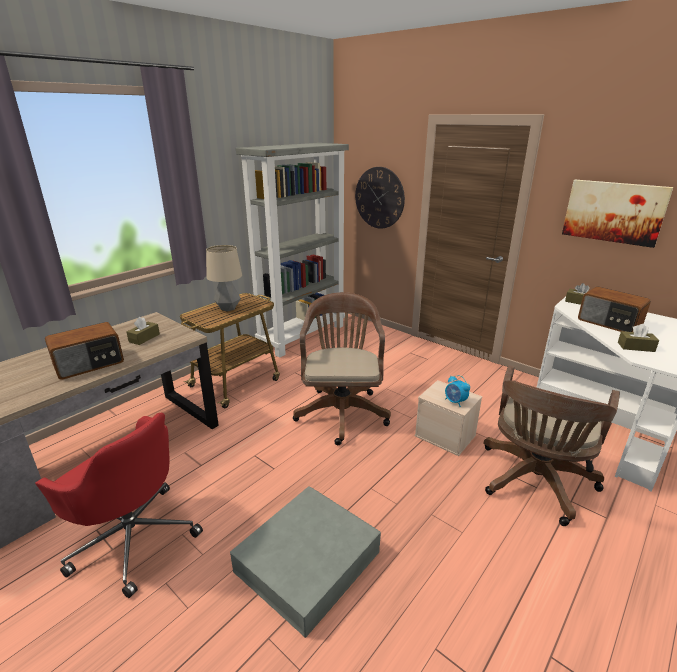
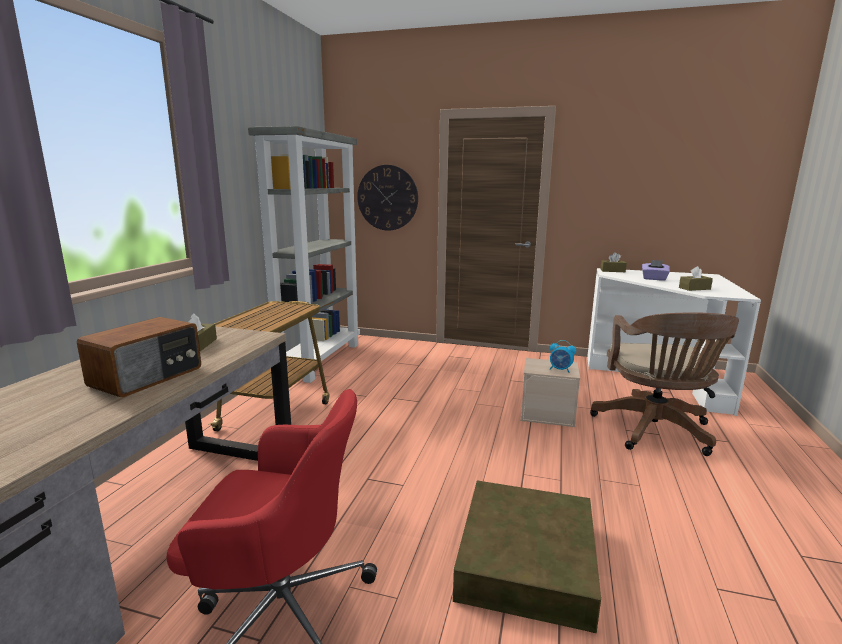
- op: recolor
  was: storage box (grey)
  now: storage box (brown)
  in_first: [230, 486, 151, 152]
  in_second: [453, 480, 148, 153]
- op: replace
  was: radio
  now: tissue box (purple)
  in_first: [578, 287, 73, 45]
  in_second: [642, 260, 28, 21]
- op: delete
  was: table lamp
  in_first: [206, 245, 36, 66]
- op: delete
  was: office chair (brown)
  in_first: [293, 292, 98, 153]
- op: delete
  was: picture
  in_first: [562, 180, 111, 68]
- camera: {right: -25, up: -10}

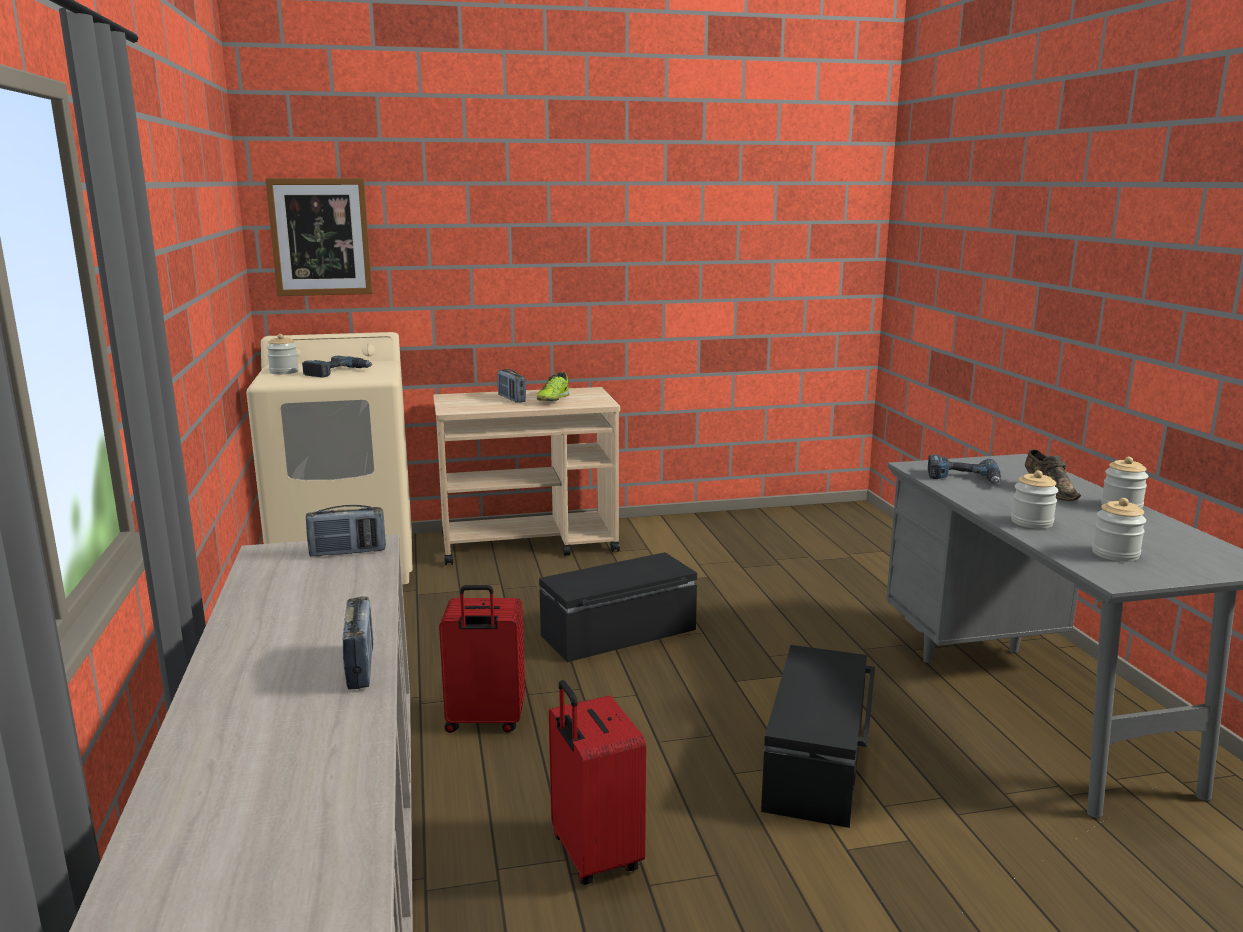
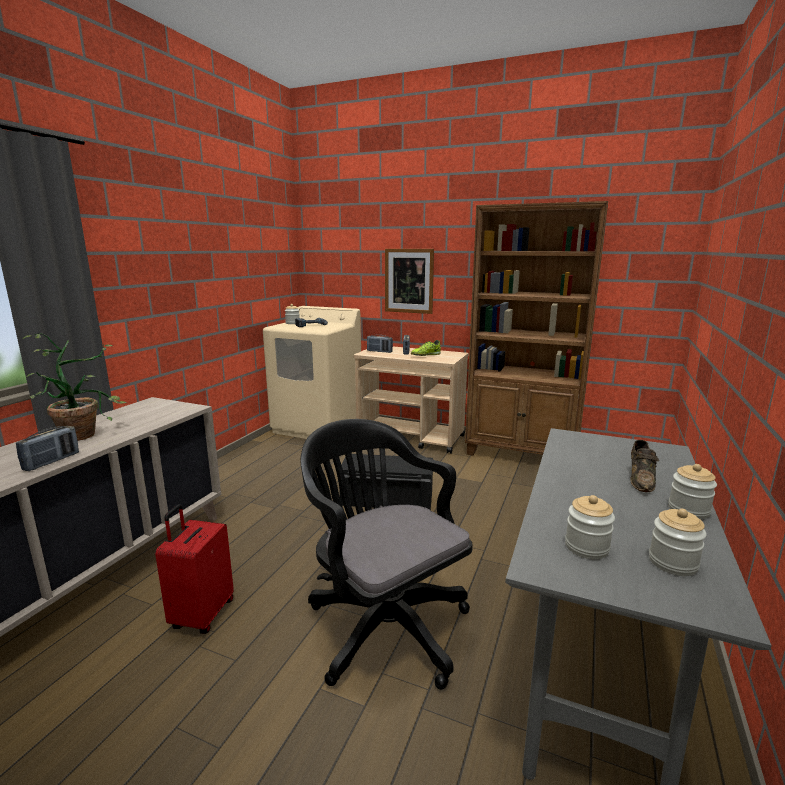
- op: insert
  now: potted plant
  in_second: [22, 333, 104, 108]
- op: replace
  was: storage box (black)
  now: office chair (black)
  in_first: [761, 645, 114, 183]
  in_second: [300, 419, 173, 271]
- op: move
  was: radio
  in_first: [306, 505, 80, 52]
  in_second: [367, 335, 26, 18]
- op: move
  was: picture
  in_first: [265, 178, 108, 118]
  in_second: [385, 249, 49, 65]
- op: insert
  now: bookcase (brown)
  in_second: [465, 201, 143, 254]
- op: move
  was: jar
  in_first: [1011, 470, 47, 59]
  in_second: [649, 509, 58, 67]
- op: delete
  was: suitcase (red)
  in_first: [439, 585, 86, 148]
- op: delete
  was: power drill
  in_first: [928, 454, 73, 30]
- camera: {right: 35, up: 0}

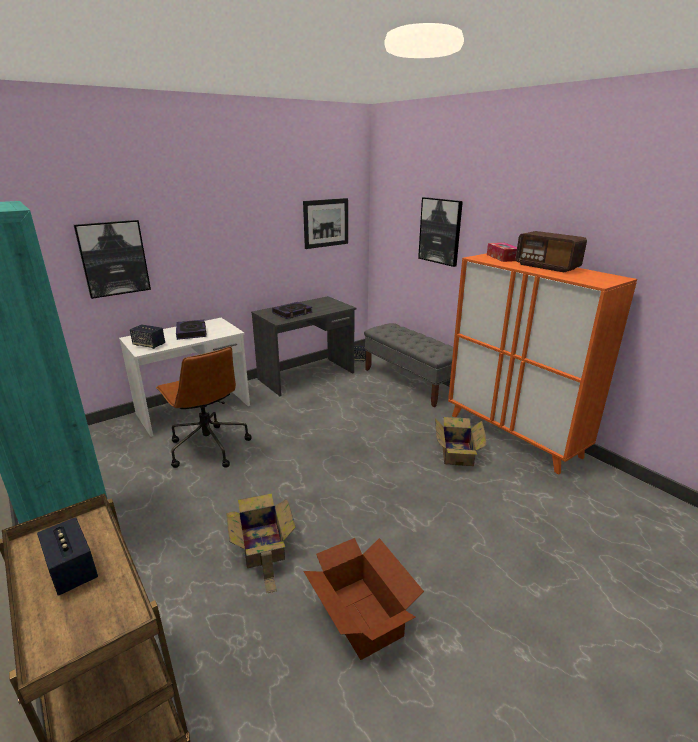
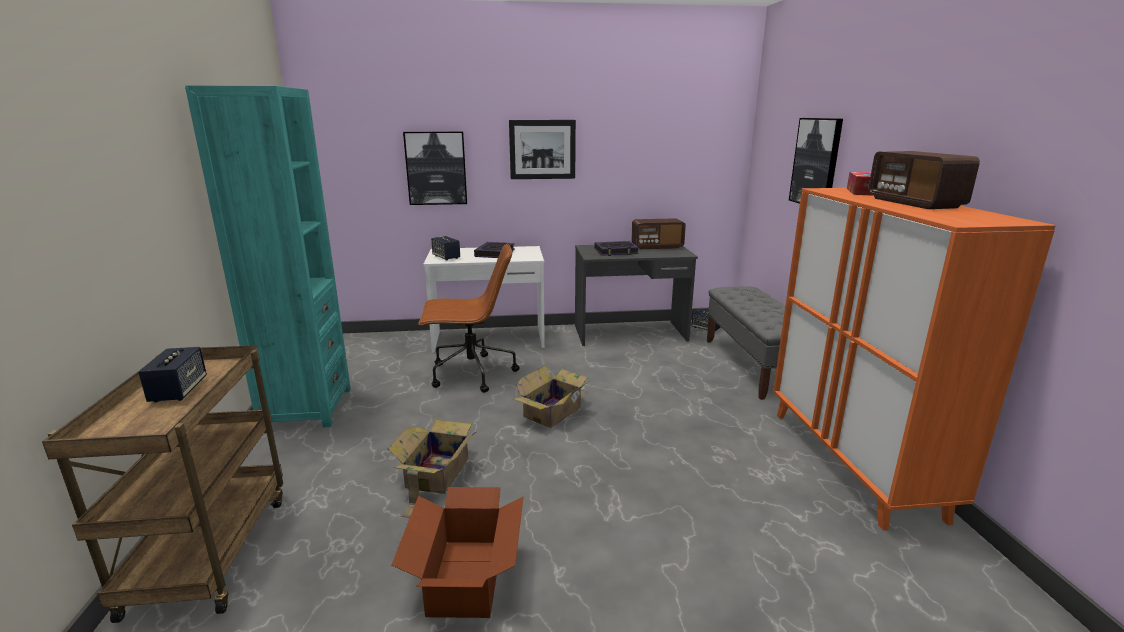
- op: rotate
  was: office chair (brown)
  in_first: [156, 347, 96, 121]
  in_second: [418, 243, 101, 150]
  clockwise: -90
- op: move
  was: picture
  in_first: [303, 198, 45, 51]
  in_second: [509, 120, 67, 59]
- op: move
  was: cardboard box
  in_first: [435, 417, 52, 49]
  in_second: [514, 365, 75, 63]
- op: insert
  now: radio
  in_second: [631, 218, 55, 31]
- camera: {right: 30, up: -5}

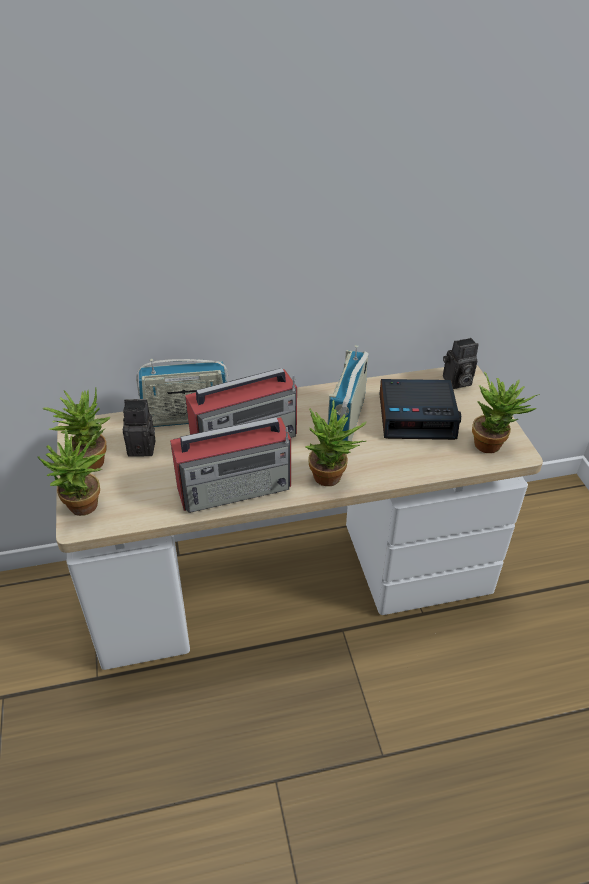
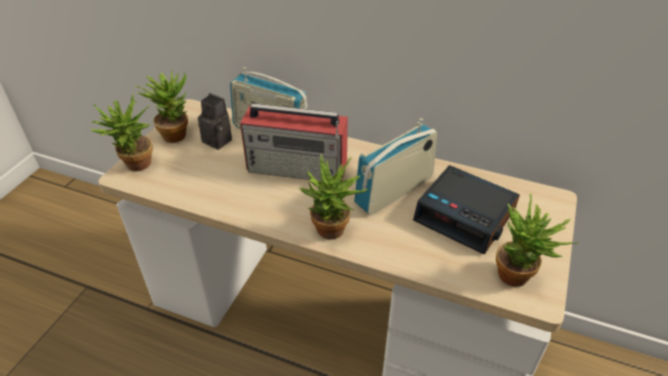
- op: delete
  was: radio
  in_first: [170, 417, 121, 96]
- op: delete
  was: photo camera
  in_first: [443, 338, 36, 51]
- camera: {right: 35, up: 0}

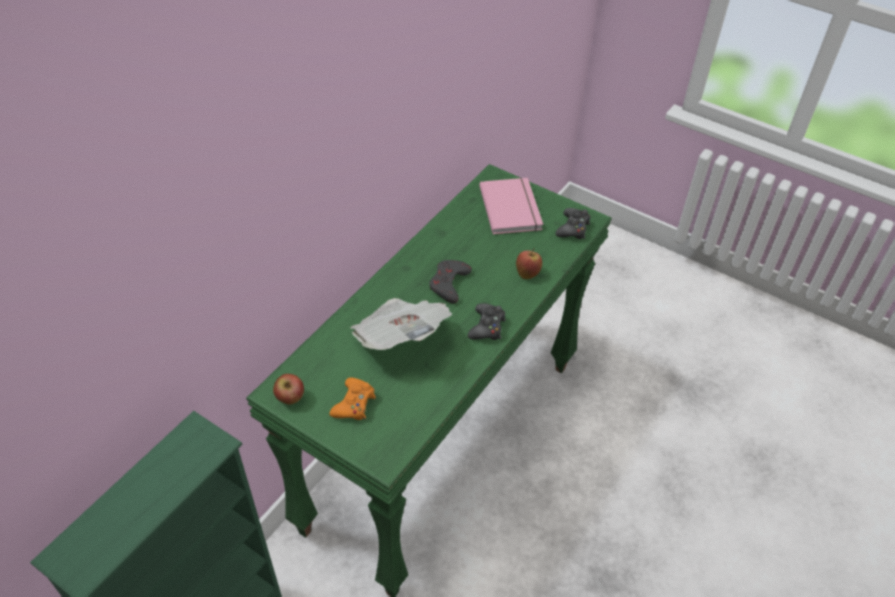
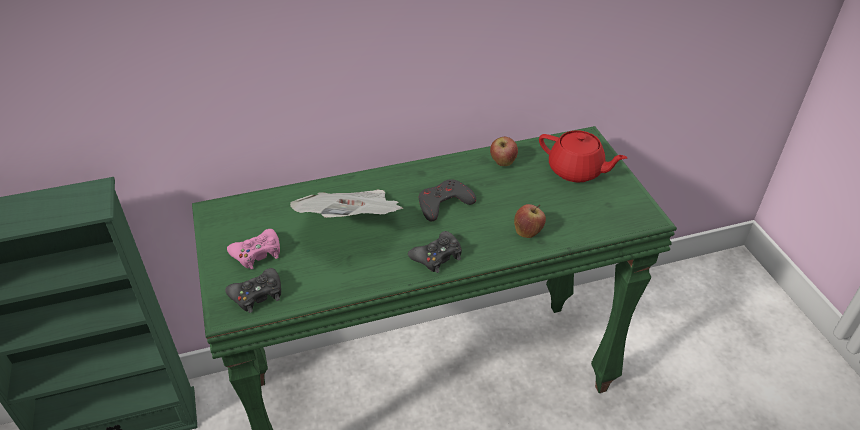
- op: move
  was: game controller (black)
  in_first: [555, 208, 35, 31]
  in_second: [225, 268, 56, 45]
- op: recolor
  was: game controller (orange)
  now: game controller (pink)
  in_first: [329, 378, 47, 42]
  in_second: [227, 229, 53, 41]
- op: move
  was: apple
  in_first: [273, 374, 31, 30]
  in_second: [490, 137, 28, 29]
- op: replace
  was: book (pink)
  now: teapot (red)
  in_first: [479, 178, 64, 56]
  in_second: [539, 130, 88, 53]
- camera: {right: 40, up: -5}

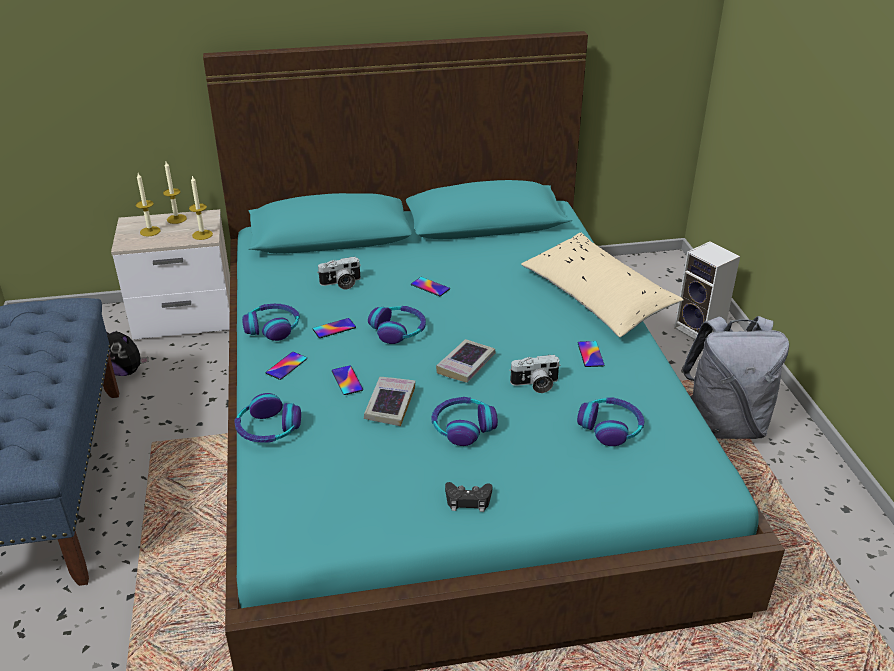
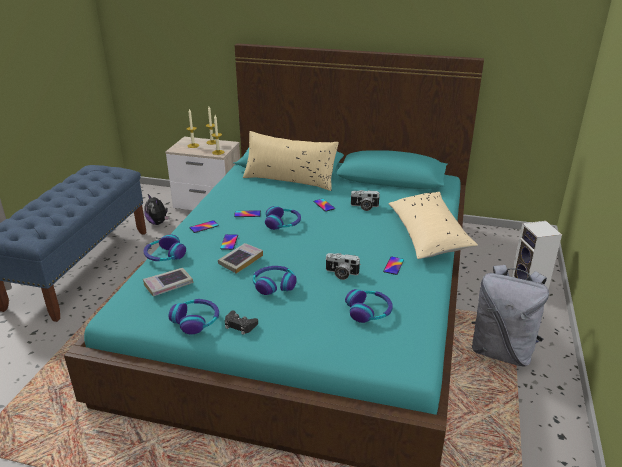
- op: move
  was: book
  in_first: [436, 339, 59, 44]
  in_second: [143, 268, 50, 28]
- op: move
  was: headphones
  in_first: [242, 304, 58, 37]
  in_second: [169, 299, 50, 36]
- op: insert
  now: pillow (beige)
  in_second: [243, 131, 96, 60]
- op: move
  was: photo camera
  in_first: [318, 257, 43, 33]
  in_second: [350, 190, 30, 21]
- camera: {right: 25, up: -5}

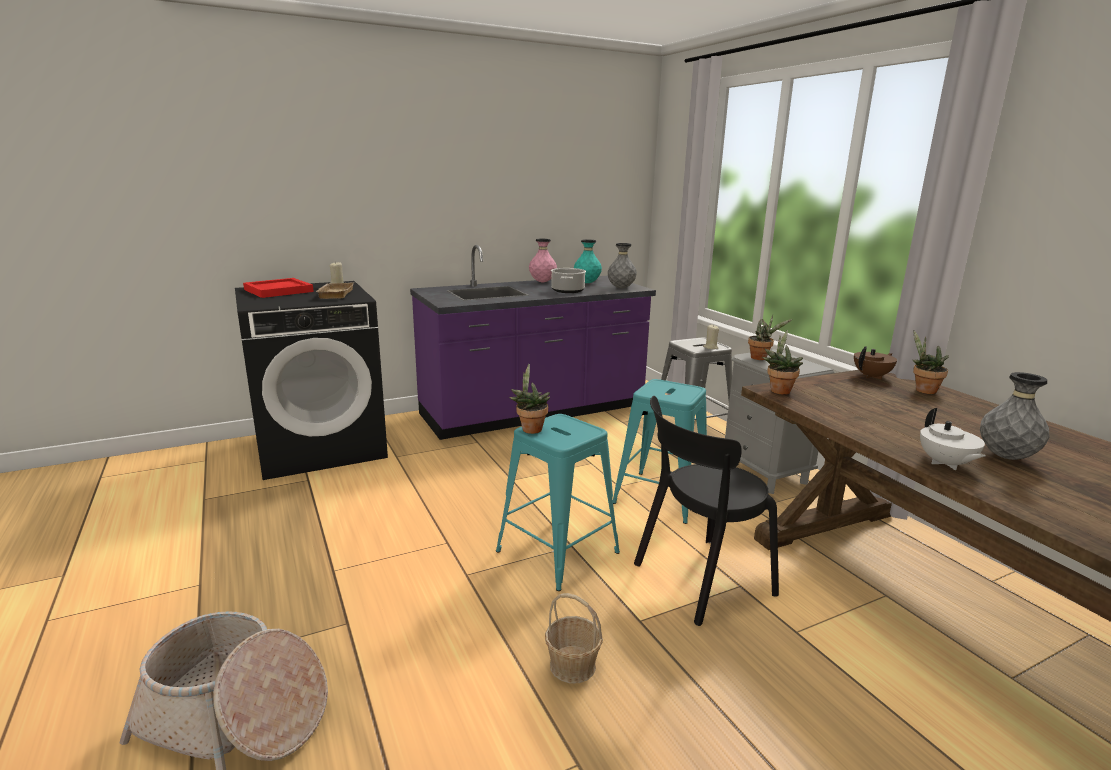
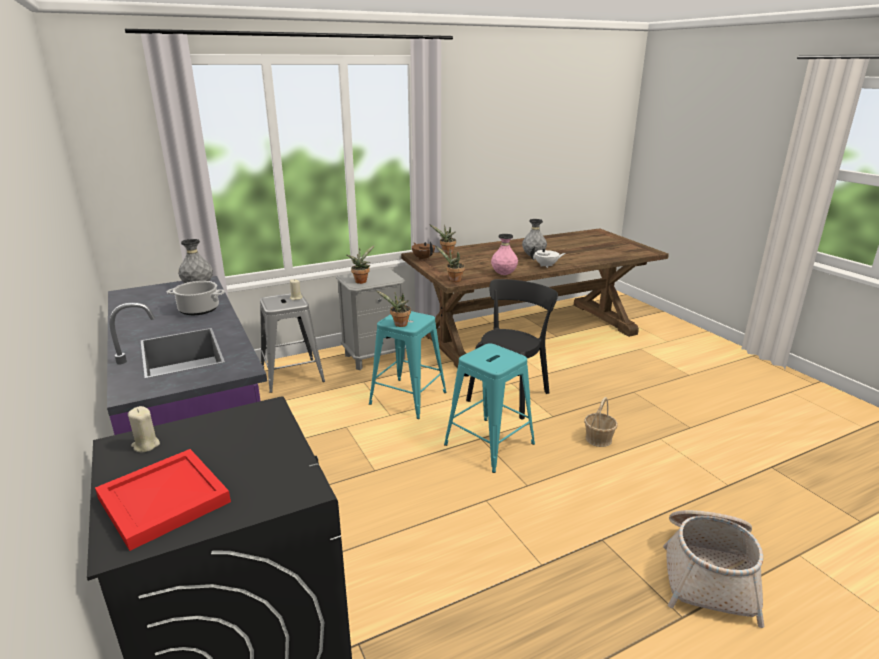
- op: move
  was: potted plant
  in_first: [509, 364, 41, 70]
  in_second: [376, 291, 35, 36]
- op: rotate
  was: chair (black)
  in_first: [634, 396, 145, 230]
  in_second: [466, 279, 92, 141]
  clockwise: -120
- op: move
  was: vase (pink)
  in_first: [529, 238, 28, 44]
  in_second: [491, 234, 27, 41]
- op: delete
  was: tray (beige)
  in_first: [316, 283, 38, 16]
- op: delete
  was: vase (turquoise)
  in_first: [574, 239, 28, 44]
- camera: {right: -90, up: 5}

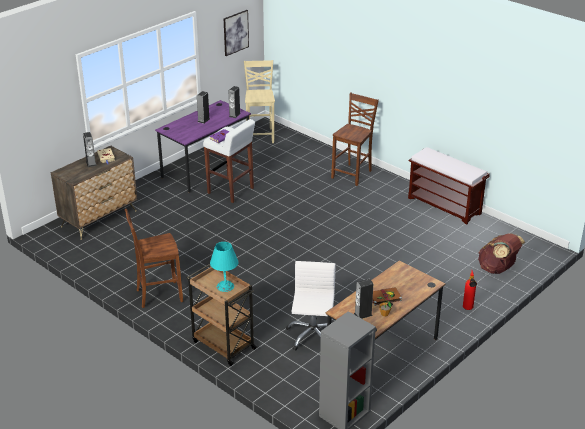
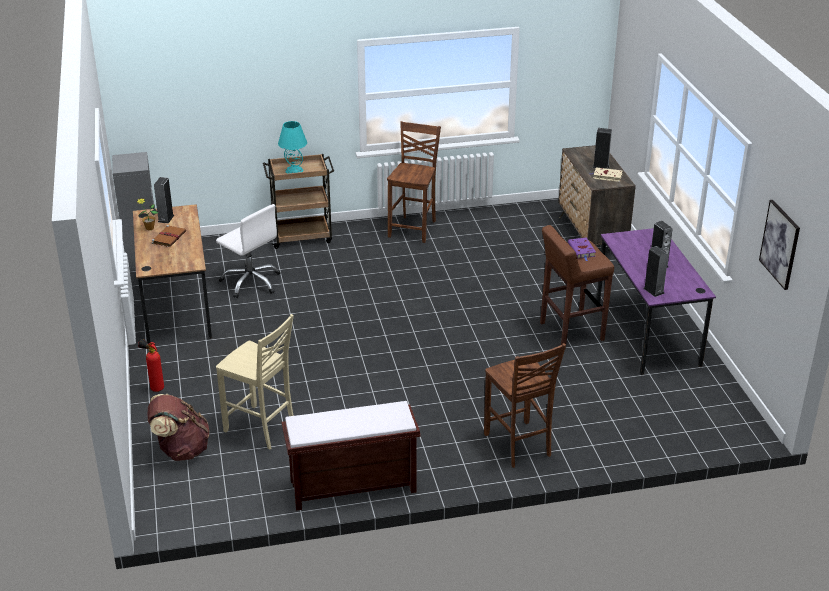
- op: move
  was: chair (beige)
  in_first: [244, 60, 31, 83]
  in_second: [216, 314, 78, 136]
- op: recolor
  was: stool (white)
  now: stool (brown)
  in_first: [203, 119, 52, 84]
  in_second: [540, 225, 74, 124]
- camera: {right: 125, up: 0}

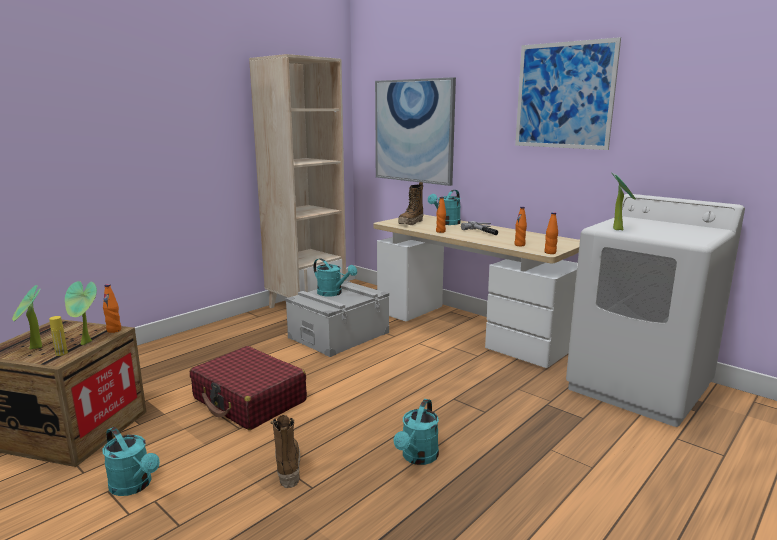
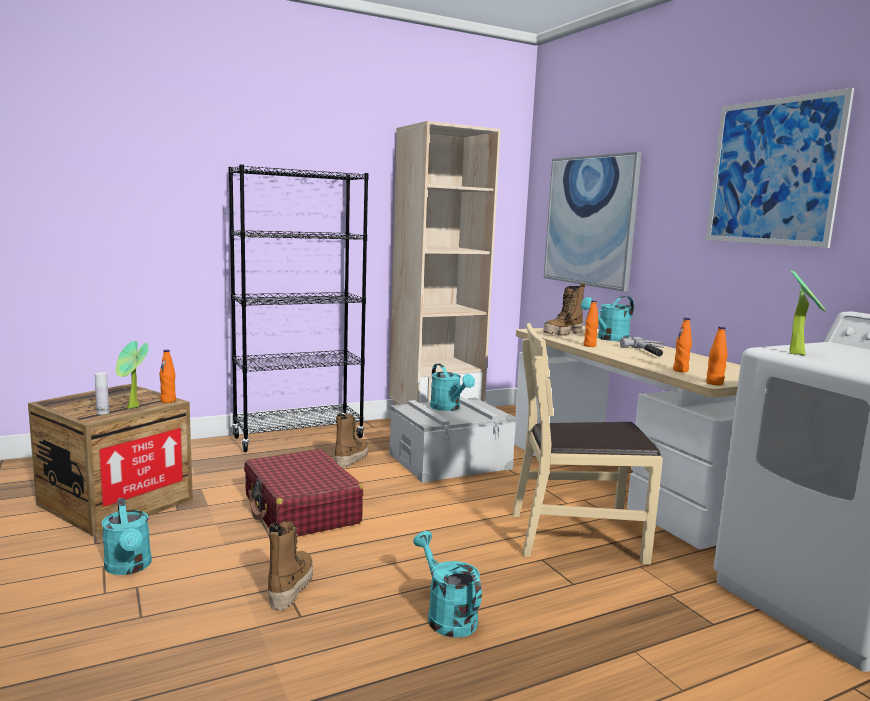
- op: recolor
  was: bottle (yellow)
  now: bottle (white)
  in_first: [49, 316, 19, 40]
  in_second: [95, 372, 14, 43]
- op: insert
  now: bookcase (black)
  in_second: [228, 164, 141, 288]
- op: insert
  now: boot
  in_second: [334, 414, 34, 54]
- op: rotate
  was: watering can (turquoise)
  in_first: [394, 399, 45, 66]
  in_second: [413, 531, 69, 107]
  clockwise: 105
- op: insert
  now: chair (beige)
  in_second: [512, 323, 151, 242]
- op: delete
  was: potted plant
  in_first: [12, 285, 30, 65]
- camera: {right: 20, up: -5}

